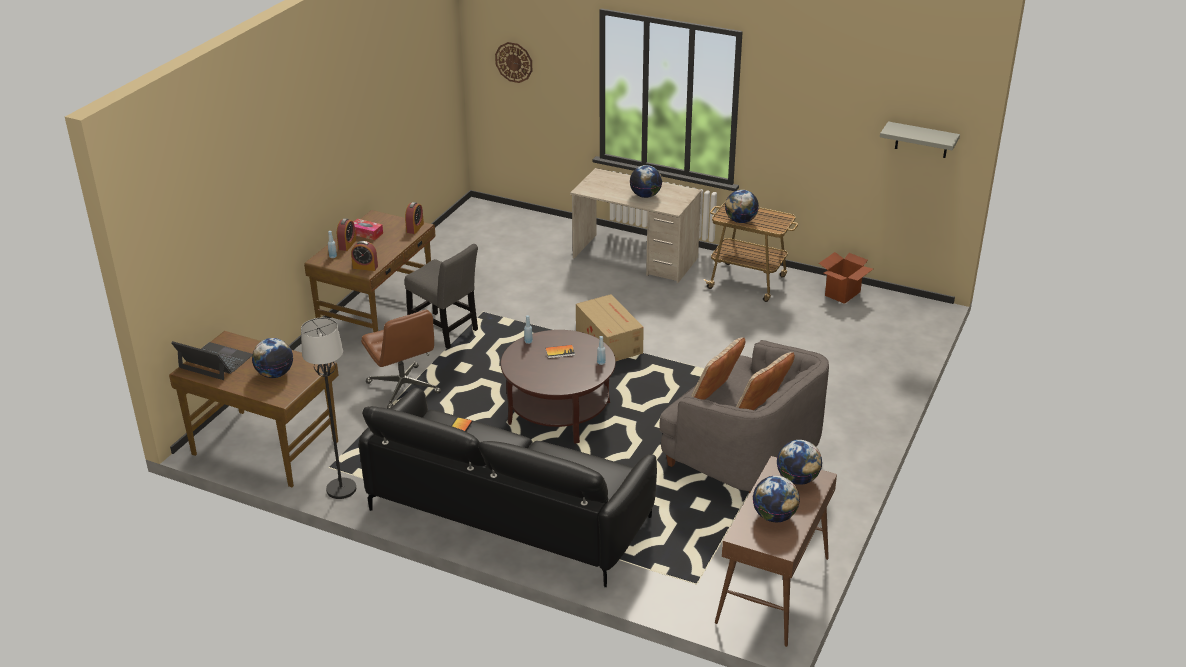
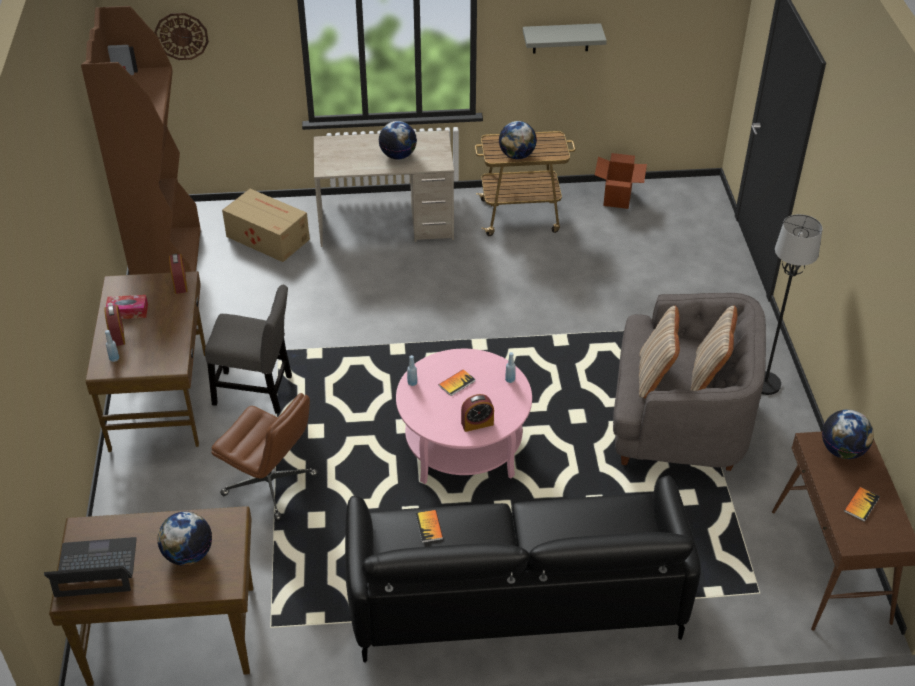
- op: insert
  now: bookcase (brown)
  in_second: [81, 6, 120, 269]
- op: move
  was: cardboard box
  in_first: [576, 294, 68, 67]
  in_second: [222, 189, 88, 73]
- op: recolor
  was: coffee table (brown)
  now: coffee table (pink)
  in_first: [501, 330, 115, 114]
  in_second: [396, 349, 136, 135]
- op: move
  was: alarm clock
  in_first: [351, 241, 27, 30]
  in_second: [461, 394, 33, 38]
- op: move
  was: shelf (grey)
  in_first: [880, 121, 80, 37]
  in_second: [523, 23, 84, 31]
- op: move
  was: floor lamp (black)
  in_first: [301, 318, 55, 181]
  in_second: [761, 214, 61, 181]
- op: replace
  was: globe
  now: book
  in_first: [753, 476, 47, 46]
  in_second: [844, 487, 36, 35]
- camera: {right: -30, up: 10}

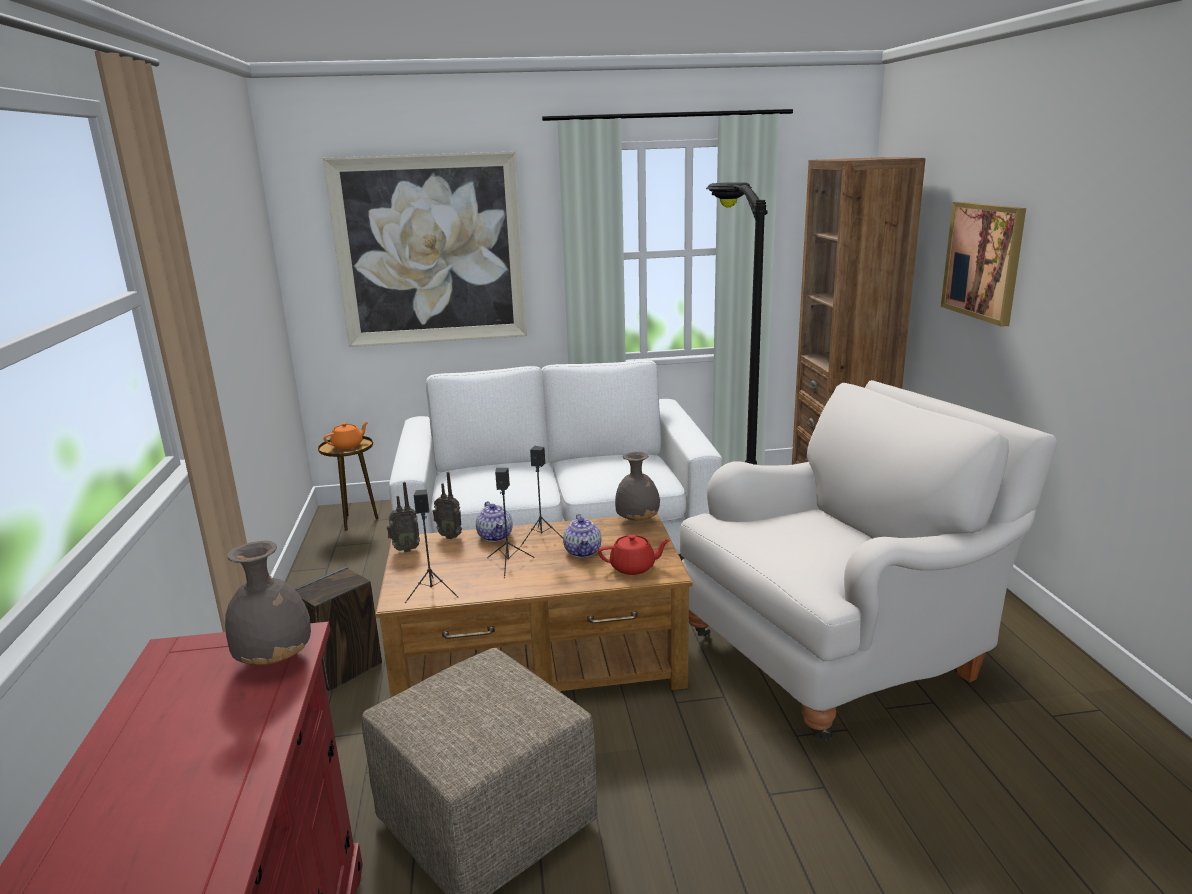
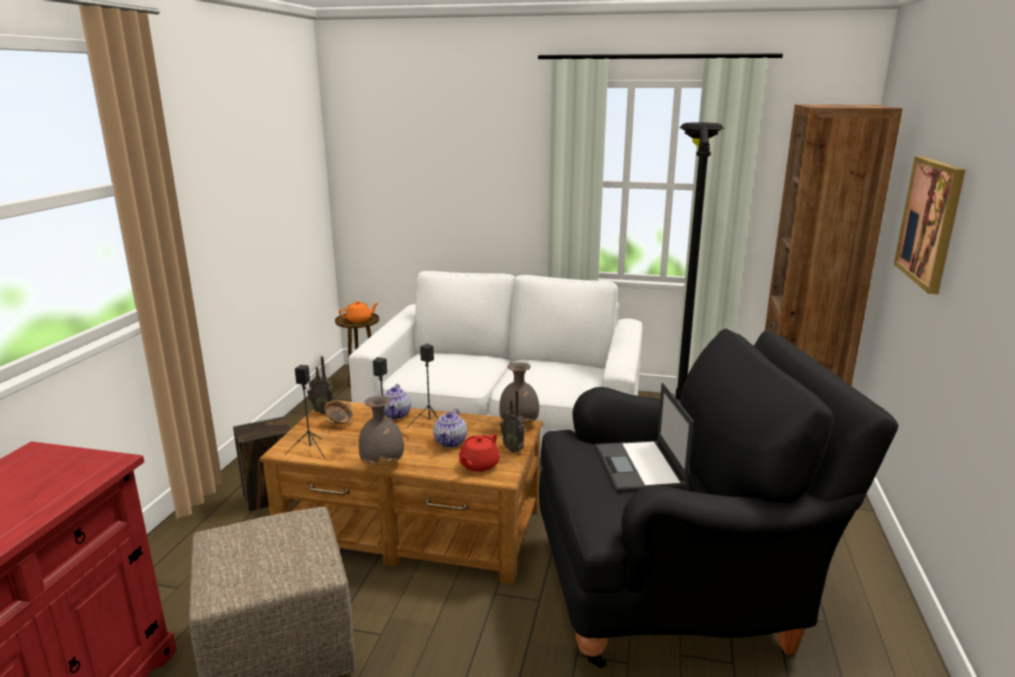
- op: insert
  now: bowl
  in_second: [325, 401, 28, 23]
- op: move
  was: vase (grey)
  in_first: [225, 540, 86, 125]
  in_second: [359, 396, 45, 70]
- op: rotate
  was: teapot (red)
  in_first: [598, 534, 73, 41]
  in_second: [459, 434, 41, 38]
  clockwise: 105
- op: move
  was: radio
  in_first: [432, 472, 30, 67]
  in_second: [500, 390, 26, 63]
- op: recolor
  was: armchair (white)
  now: armchair (black)
  in_first: [680, 380, 377, 361]
  in_second: [539, 329, 360, 339]
- op: insert
  now: laptop
  in_second: [595, 383, 99, 109]
- op: delete
  was: picture
  in_first: [323, 151, 204, 196]
- camera: {right: 20, up: 0}

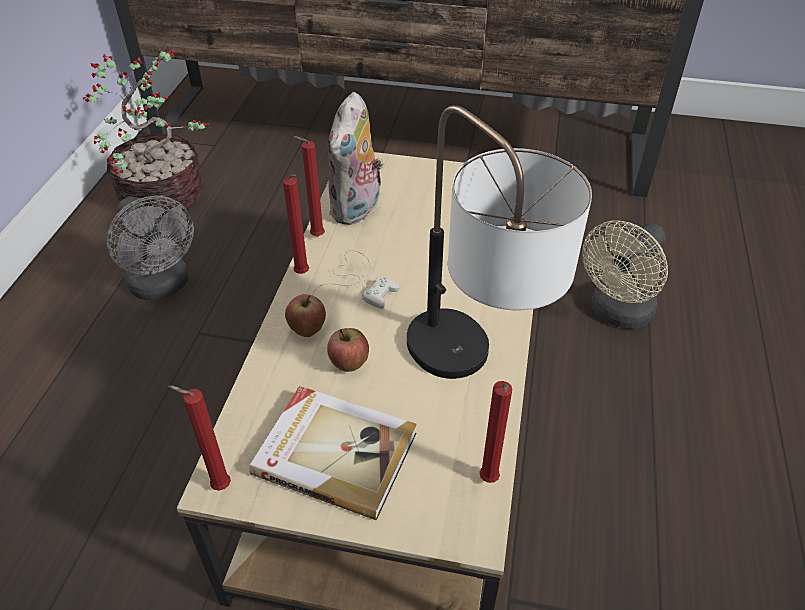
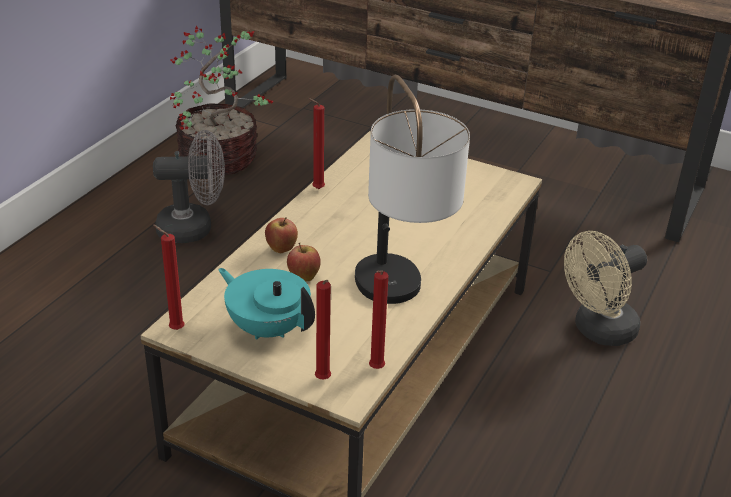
- op: rotate
  was: fan (grey)
  in_first: [107, 196, 87, 104]
  in_second: [153, 130, 72, 113]
  clockwise: -75
- op: replace
  was: book
  now: teapot (turquoise)
  in_first: [249, 386, 168, 134]
  in_second: [218, 268, 97, 72]
- op: move
  was: candle (red)
  in_first: [283, 174, 26, 100]
  in_second: [315, 280, 16, 99]
- op: delete
  was: game controller (white)
  in_first: [313, 250, 87, 59]
- op: delete
  was: plush toy
  in_first: [328, 92, 56, 133]
- camera: {right: 15, up: -10}

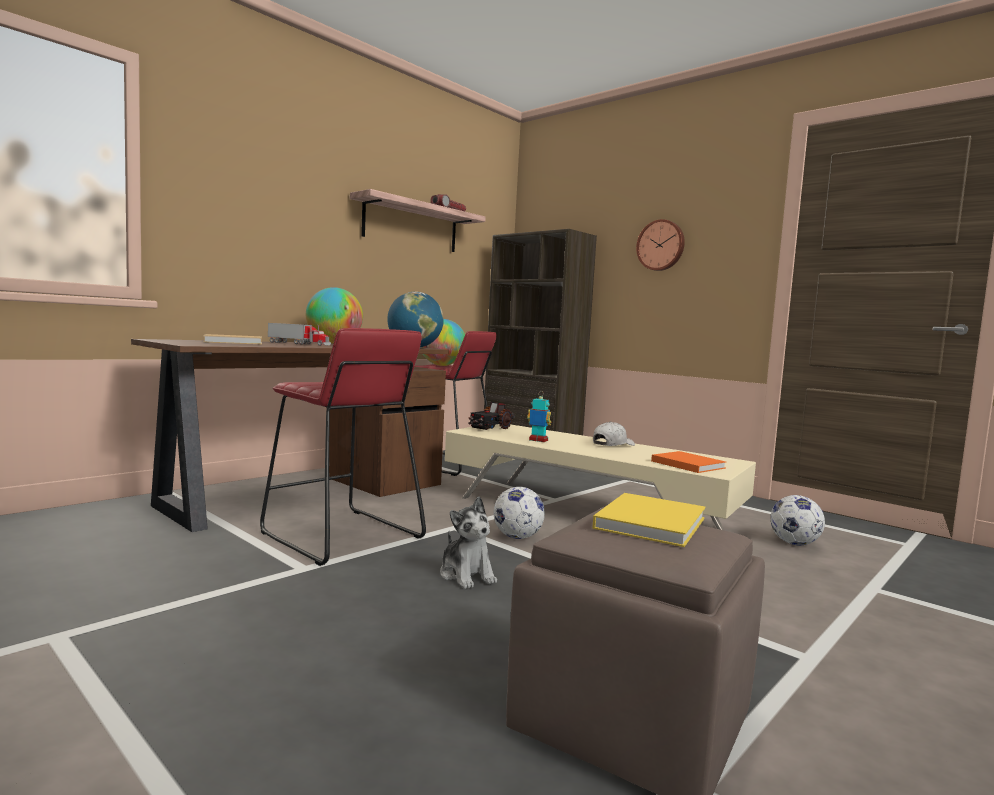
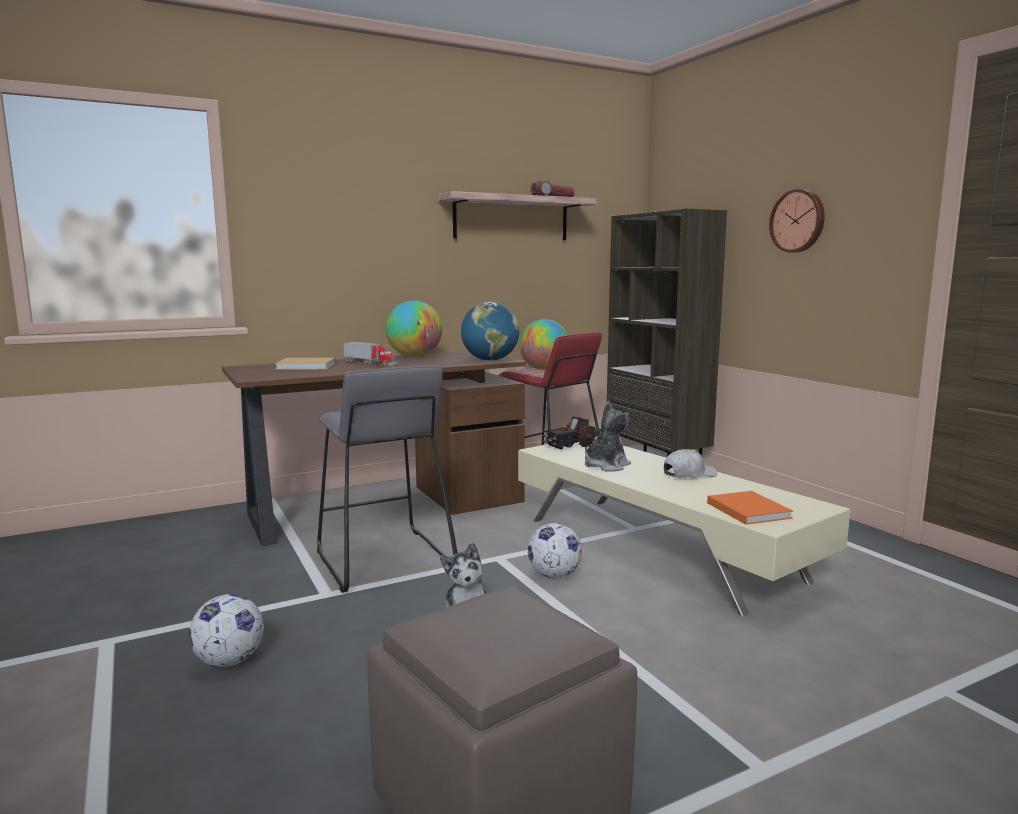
- op: move
  was: football
  in_first: [770, 495, 55, 50]
  in_second: [189, 594, 75, 73]
- op: recolor
  was: stool (red)
  now: stool (grey)
  in_first: [260, 328, 166, 238]
  in_second: [317, 365, 140, 228]
- op: replace
  was: toy robot
  now: plush toy
  in_first: [527, 391, 24, 51]
  in_second: [585, 401, 46, 71]
- op: delete
  was: book (yellow)
  in_first: [592, 493, 114, 54]
- camera: {right: 20, up: 5}

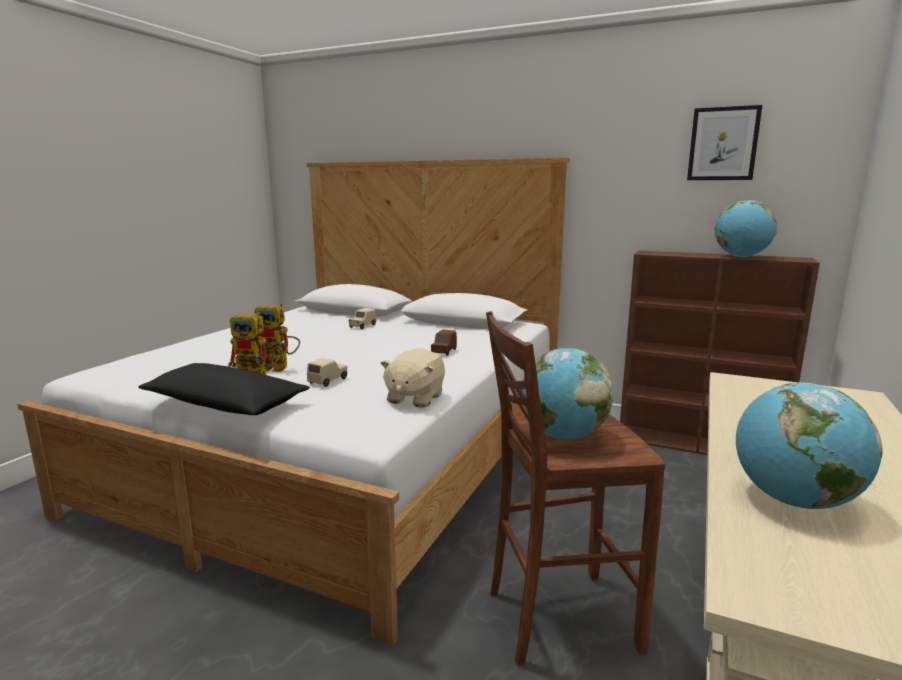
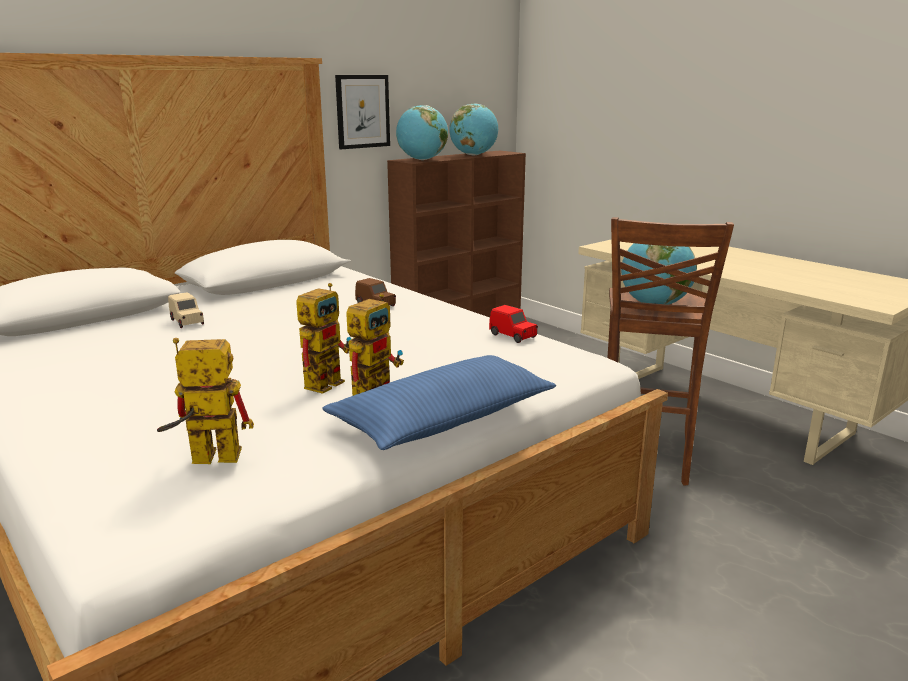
- op: insert
  now: toy robot
  in_second: [157, 338, 97, 126]
- op: recolor
  was: pillow (black)
  now: pillow (blue)
  in_first: [138, 363, 172, 52]
  in_second: [323, 355, 233, 95]
- op: move
  was: picture
  in_first: [687, 105, 75, 75]
  in_second: [335, 75, 55, 74]
- op: move
  was: globe
  in_first: [736, 383, 147, 126]
  in_second: [396, 105, 52, 55]
- op: replace
  was: plush toy (beige)
  now: toy car (red)
  in_first: [381, 348, 64, 60]
  in_second: [489, 305, 49, 38]
- op: delete
  was: toy car (beige)
  in_first: [307, 358, 40, 29]
- camera: {right: -65, up: 5}

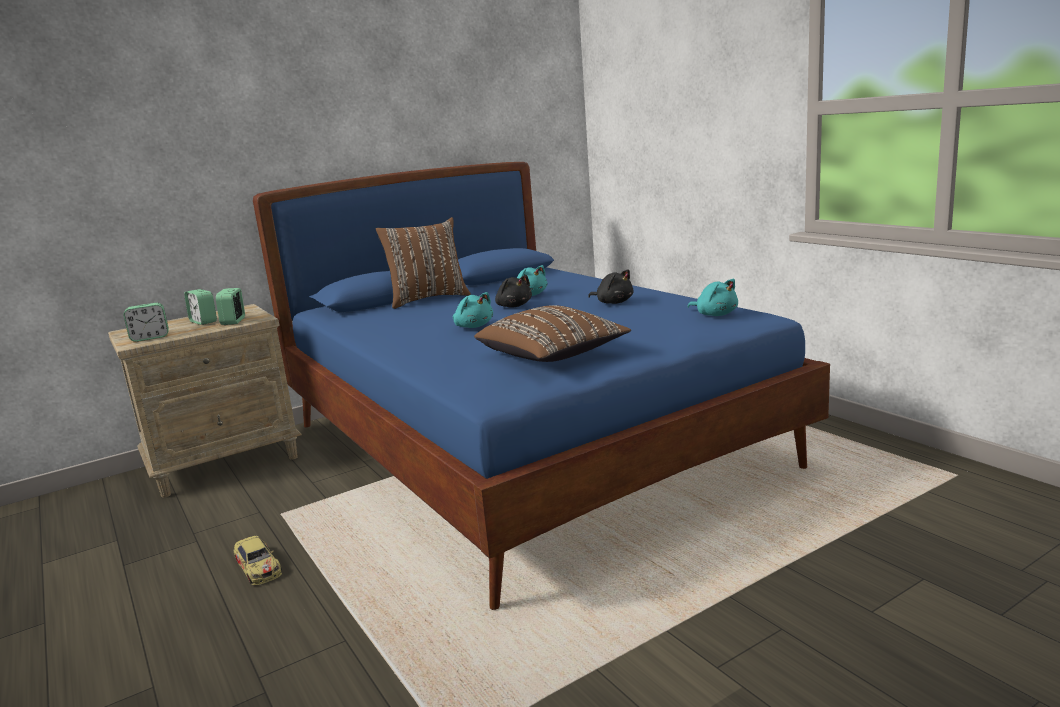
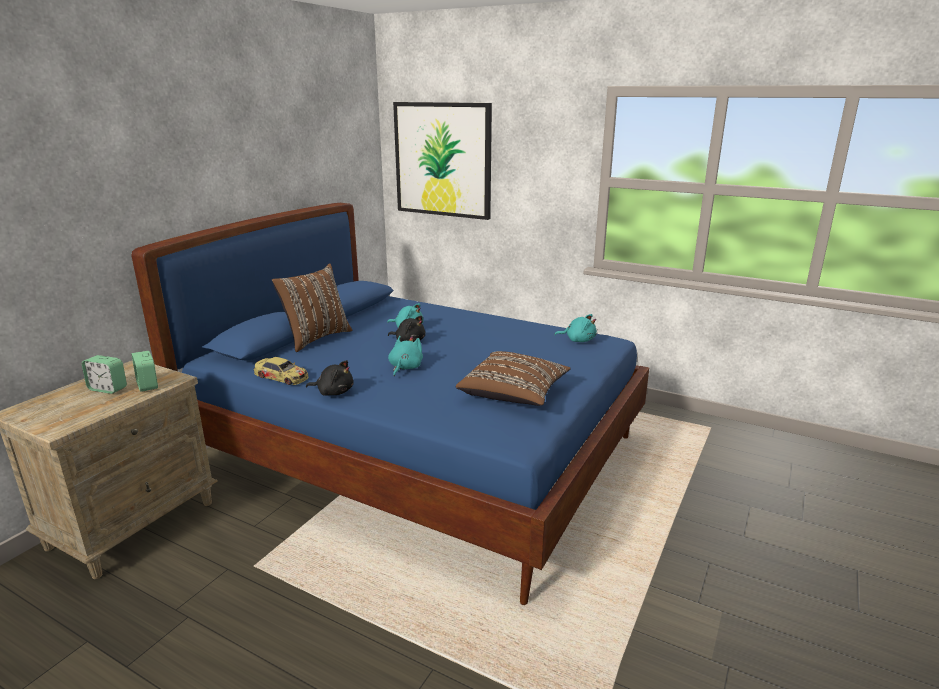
- op: move
  was: toy car
  in_first: [233, 536, 49, 49]
  in_second: [254, 357, 55, 28]
- op: move
  was: plush toy (black)
  in_first: [588, 269, 45, 35]
  in_second: [306, 360, 48, 35]
- op: rotate
  was: plush toy (turquoise)
  in_first: [453, 292, 40, 36]
  in_second: [388, 336, 35, 40]
  clockwise: -90
- op: insert
  now: picture
  in_second: [393, 102, 99, 118]
- op: delete
  was: alarm clock
  in_first: [123, 303, 46, 39]
- camera: {right: -30, up: 5}

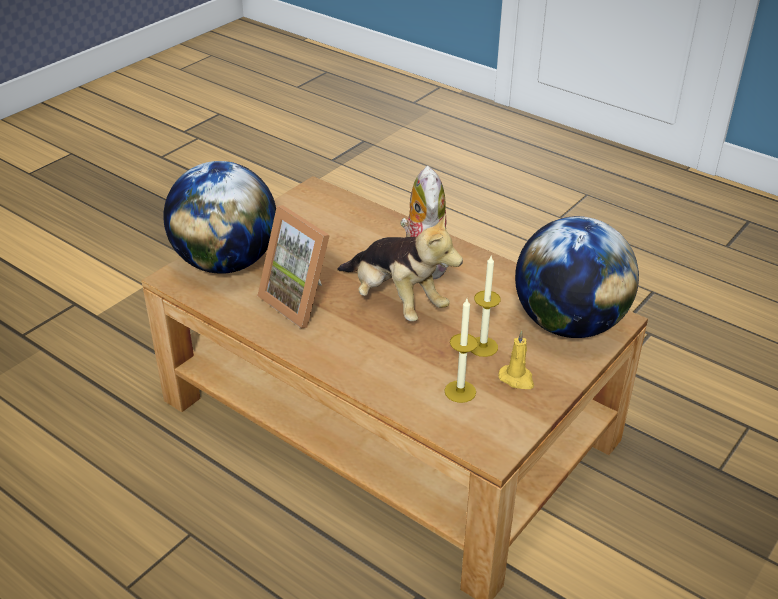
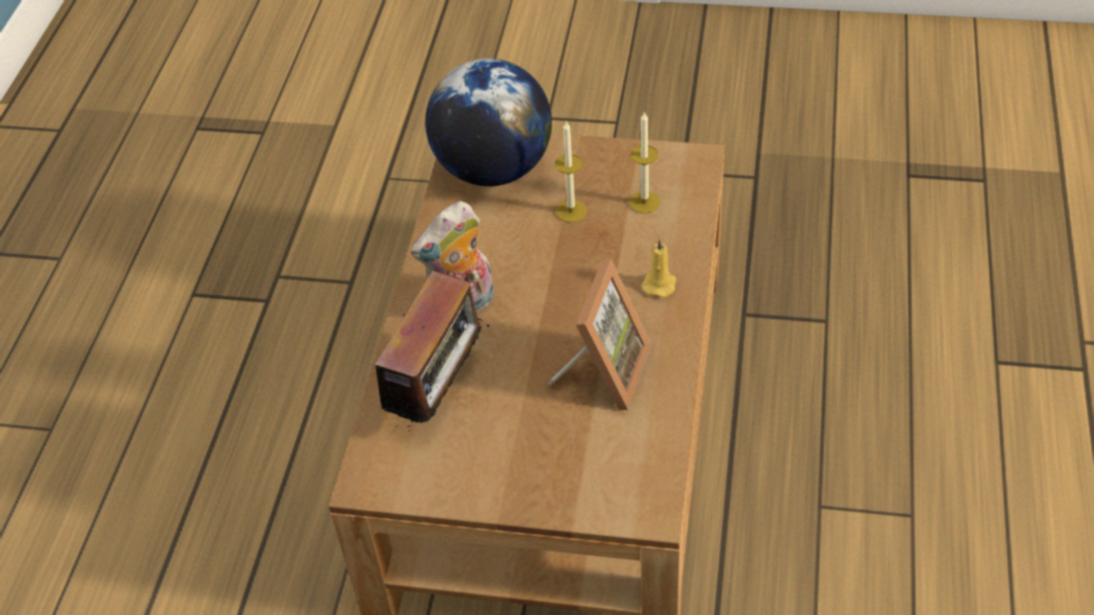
- op: insert
  now: radio
  in_second: [375, 271, 114, 160]
- op: move
  was: candle (yellow)
  in_first: [498, 330, 36, 59]
  in_second: [641, 238, 35, 59]
- op: delete
  was: globe
  in_first: [164, 161, 112, 113]
- op: delete
  was: plush toy
  in_first: [337, 214, 126, 107]
- camera: {right: -115, up: 10}

